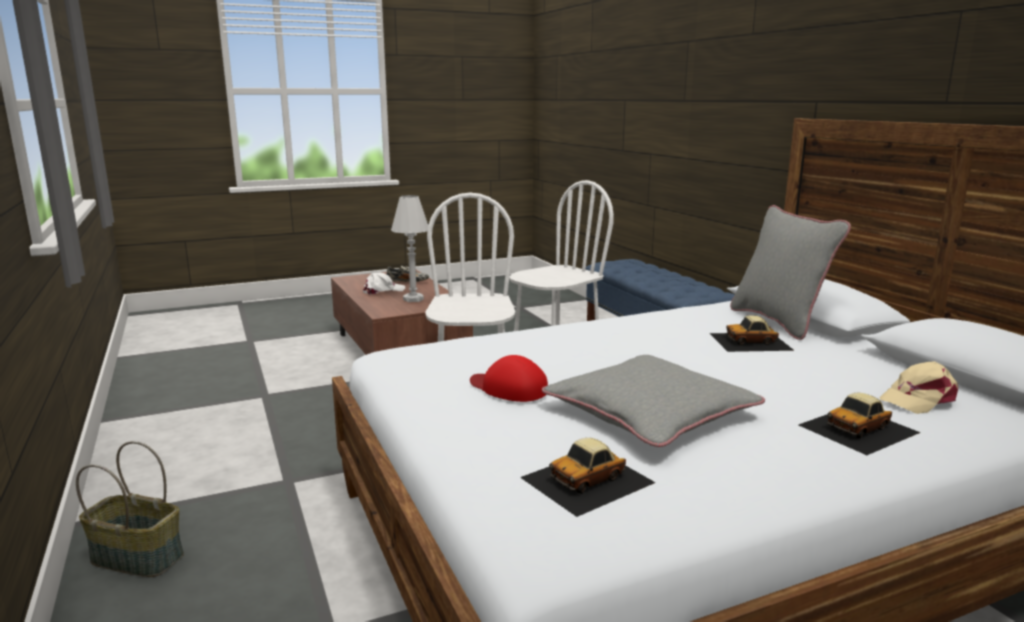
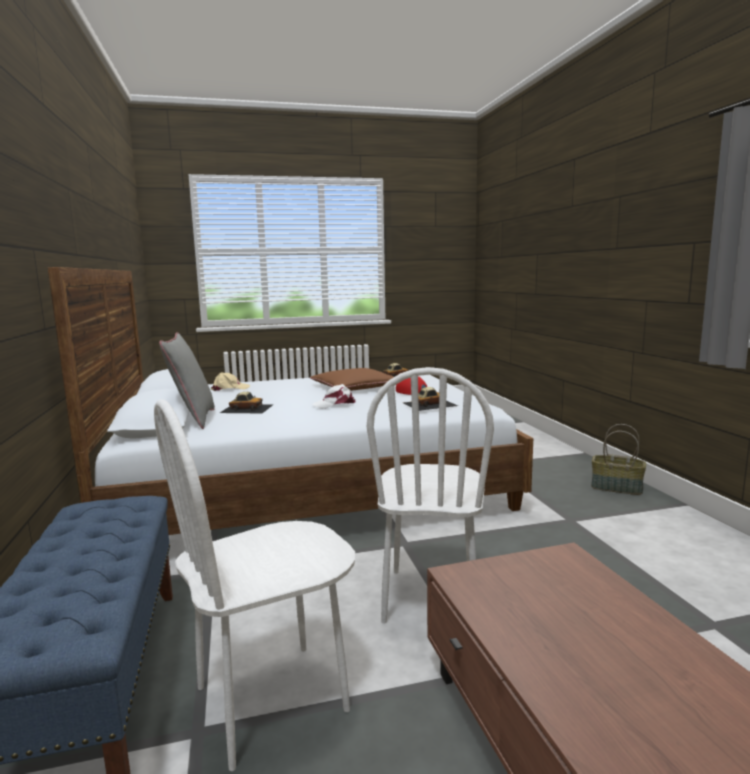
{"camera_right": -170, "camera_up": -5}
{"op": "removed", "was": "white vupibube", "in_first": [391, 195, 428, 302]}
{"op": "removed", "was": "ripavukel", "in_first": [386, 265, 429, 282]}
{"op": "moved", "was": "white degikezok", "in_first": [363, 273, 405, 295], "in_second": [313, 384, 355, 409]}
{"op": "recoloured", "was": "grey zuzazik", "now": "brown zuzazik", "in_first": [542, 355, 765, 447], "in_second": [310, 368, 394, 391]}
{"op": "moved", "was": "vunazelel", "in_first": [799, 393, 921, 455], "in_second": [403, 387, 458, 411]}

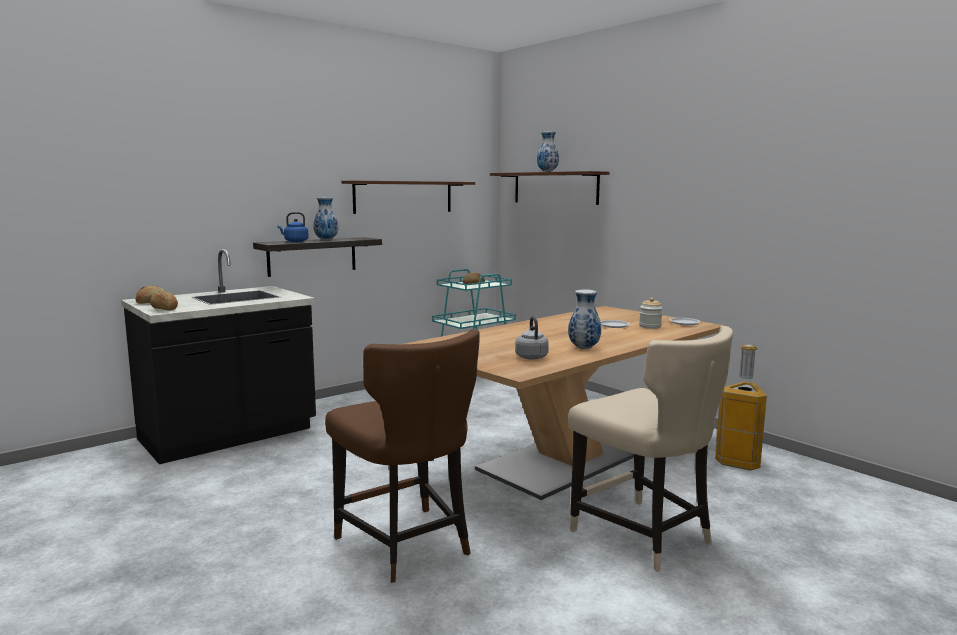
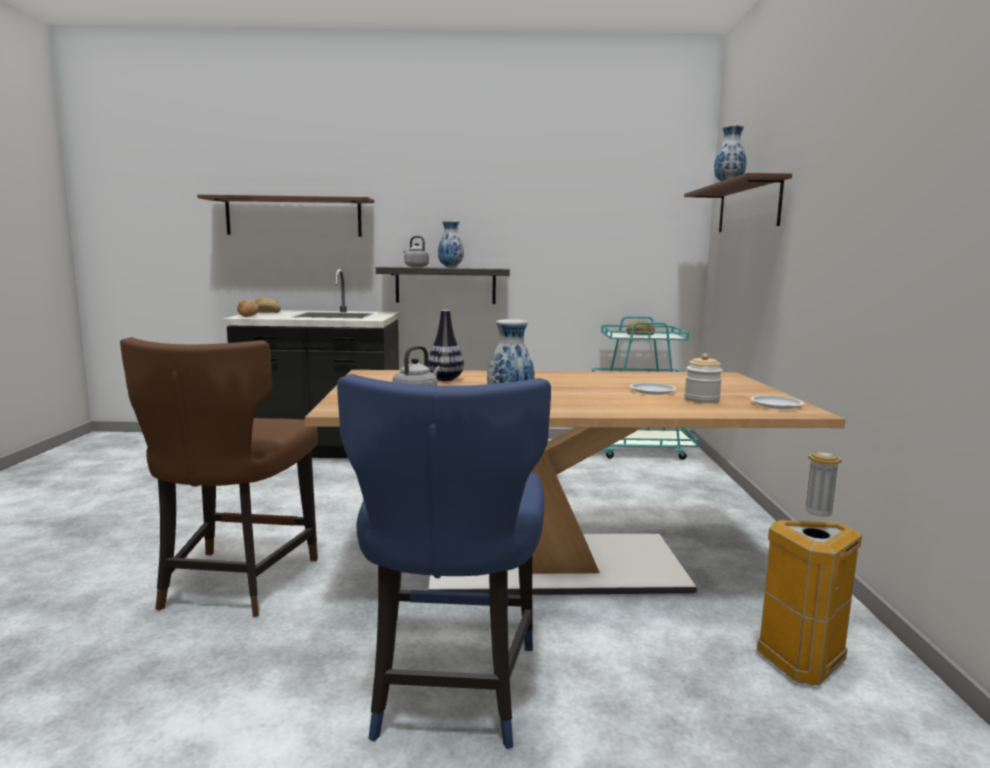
{"camera_right": 40, "camera_up": 0}
{"op": "moved", "was": "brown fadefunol", "in_first": [341, 181, 475, 214], "in_second": [197, 195, 374, 237]}
{"op": "recoloured", "was": "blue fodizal", "now": "grey fodizal", "in_first": [277, 212, 308, 242], "in_second": [403, 236, 429, 267]}
{"op": "recoloured", "was": "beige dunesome", "now": "blue dunesome", "in_first": [568, 326, 733, 572], "in_second": [337, 374, 551, 749]}
{"op": "added", "now": "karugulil", "in_second": [428, 310, 464, 381]}

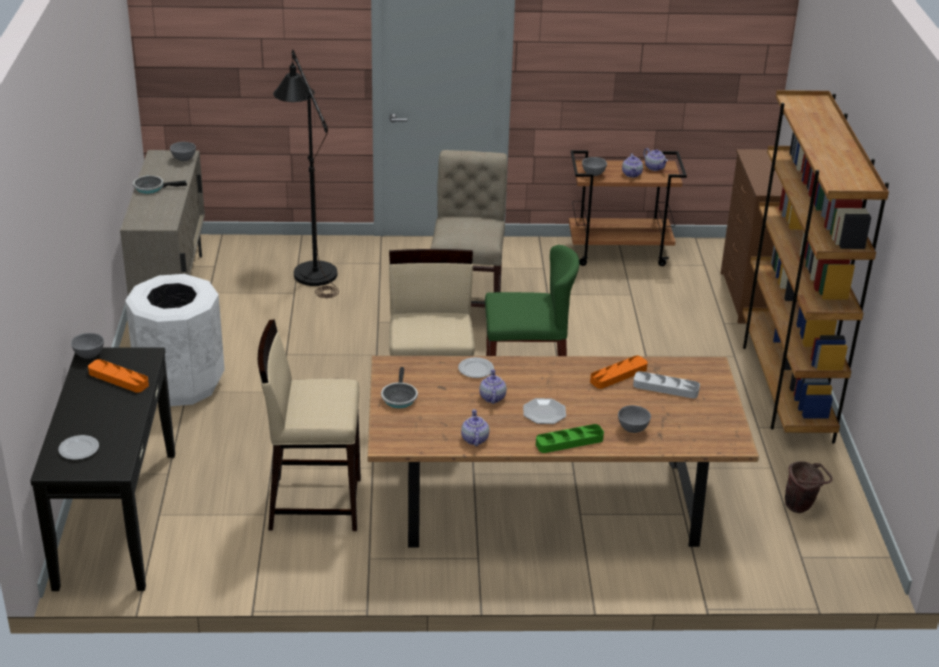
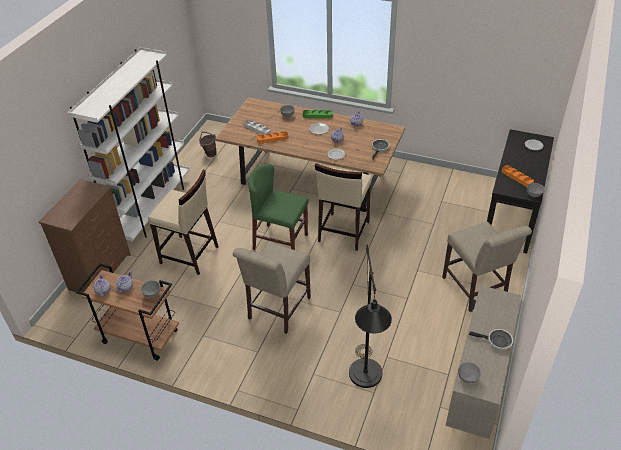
{"camera_right": -155, "camera_up": 10}
{"op": "recoloured", "was": "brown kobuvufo", "now": "white kobuvufo", "in_first": [742, 90, 889, 444], "in_second": [67, 47, 189, 241]}
{"op": "replaced", "was": "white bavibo", "now": "beige dunesome", "in_first": [125, 274, 225, 406], "in_second": [442, 221, 532, 312]}
{"op": "moved", "was": "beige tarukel", "in_first": [258, 319, 361, 531], "in_second": [148, 170, 219, 275]}

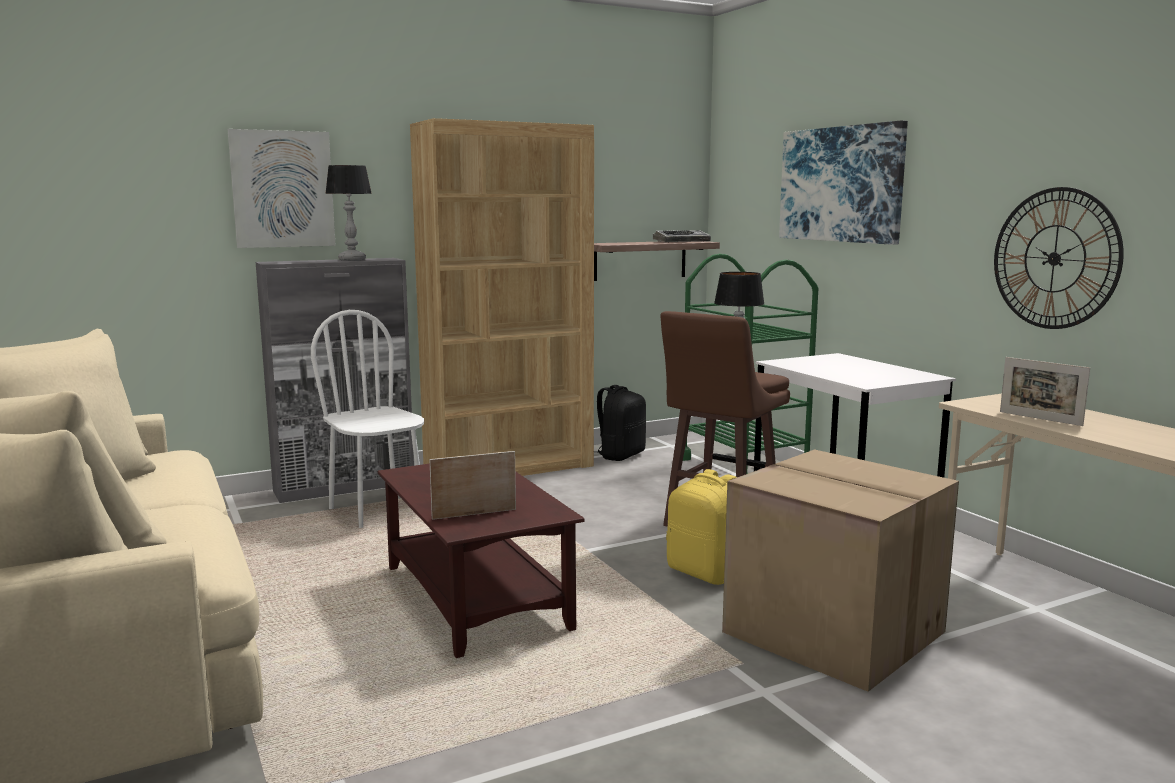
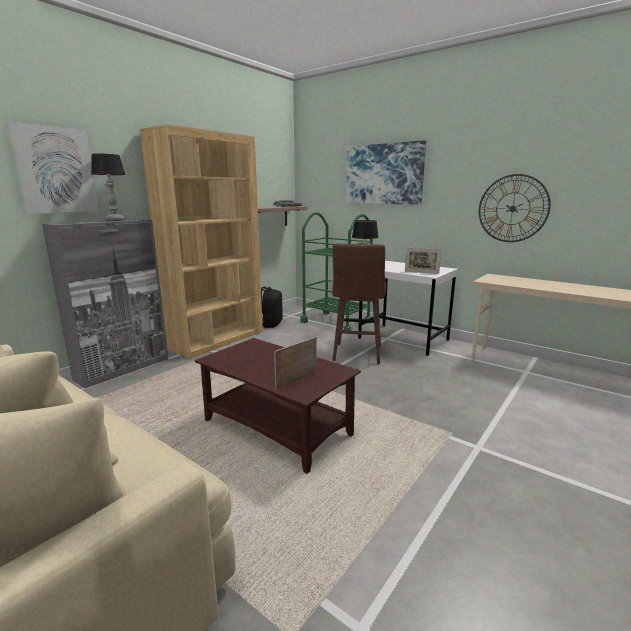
{"camera_right": -25, "camera_up": 5}
{"op": "removed", "was": "white dunesome", "in_first": [311, 310, 424, 528]}
{"op": "moved", "was": "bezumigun", "in_first": [1000, 357, 1090, 426], "in_second": [405, 248, 441, 274]}
{"op": "removed", "was": "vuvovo", "in_first": [722, 449, 959, 692]}
{"op": "removed", "was": "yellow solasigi", "in_first": [666, 469, 737, 585]}

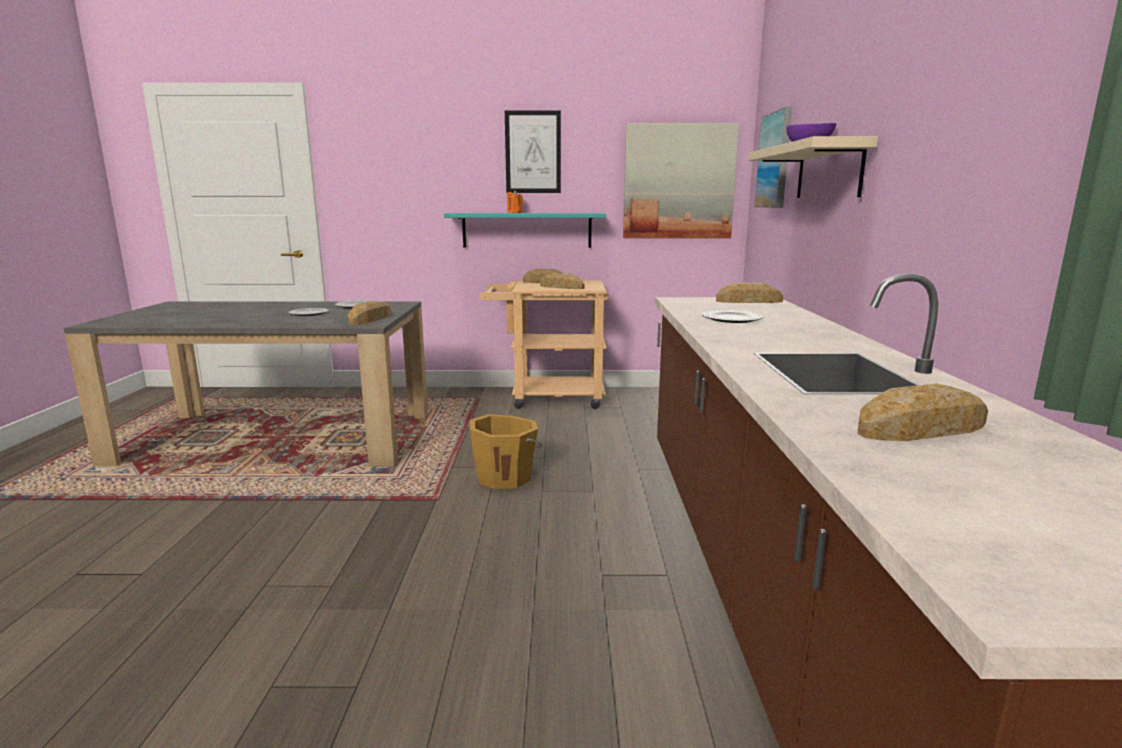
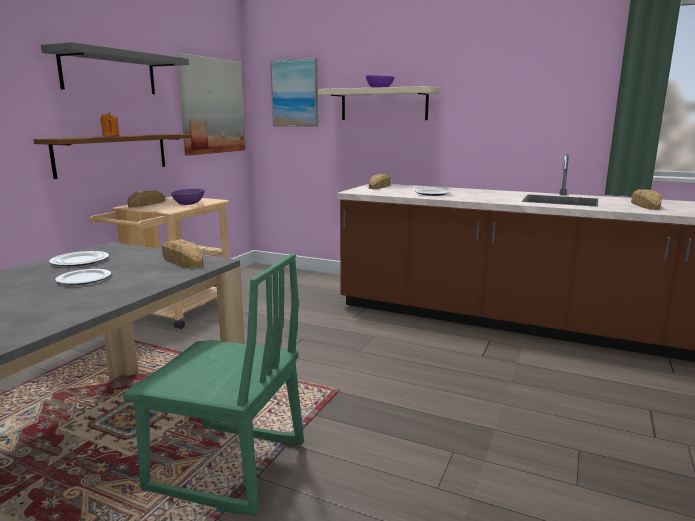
{"camera_right": -65, "camera_up": 0}
{"op": "replaced", "was": "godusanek", "now": "grey fadefunol", "in_first": [505, 110, 561, 193], "in_second": [41, 42, 189, 94]}
{"op": "recoloured", "was": "turquoise fadefunol", "now": "brown fadefunol", "in_first": [444, 213, 606, 248], "in_second": [33, 134, 192, 179]}
{"op": "replaced", "was": "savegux", "now": "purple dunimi", "in_first": [540, 273, 585, 289], "in_second": [171, 189, 205, 205]}
{"op": "removed", "was": "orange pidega", "in_first": [469, 414, 542, 489]}
{"op": "added", "now": "green dunesome", "in_second": [123, 253, 304, 516]}

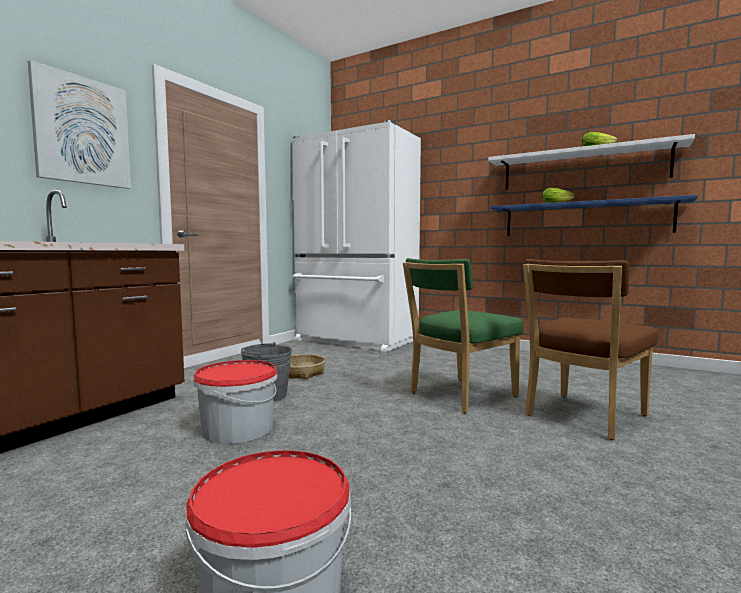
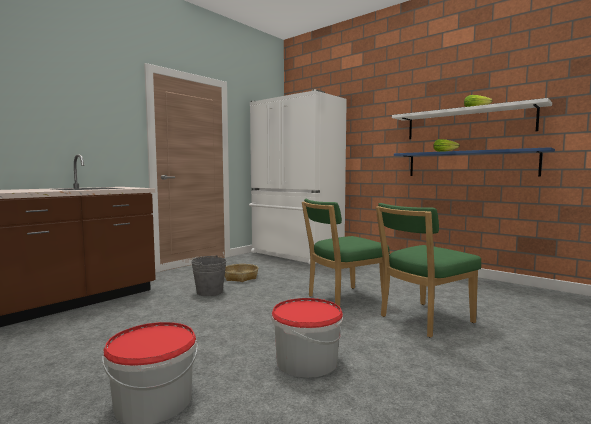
{"camera_right": 10, "camera_up": 0}
{"op": "removed", "was": "godusanek", "in_first": [28, 60, 131, 189]}
{"op": "recoloured", "was": "brown dunesome", "now": "green dunesome", "in_first": [523, 259, 658, 440], "in_second": [376, 203, 481, 338]}
{"op": "moved", "was": "pidega", "in_first": [193, 360, 277, 444], "in_second": [271, 298, 343, 378]}

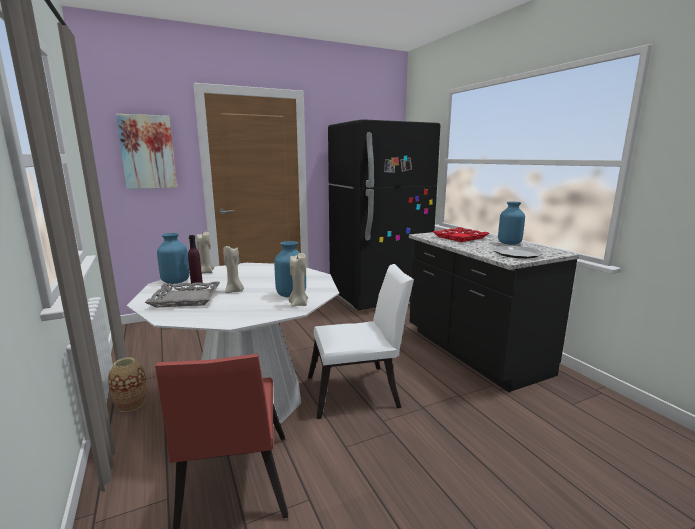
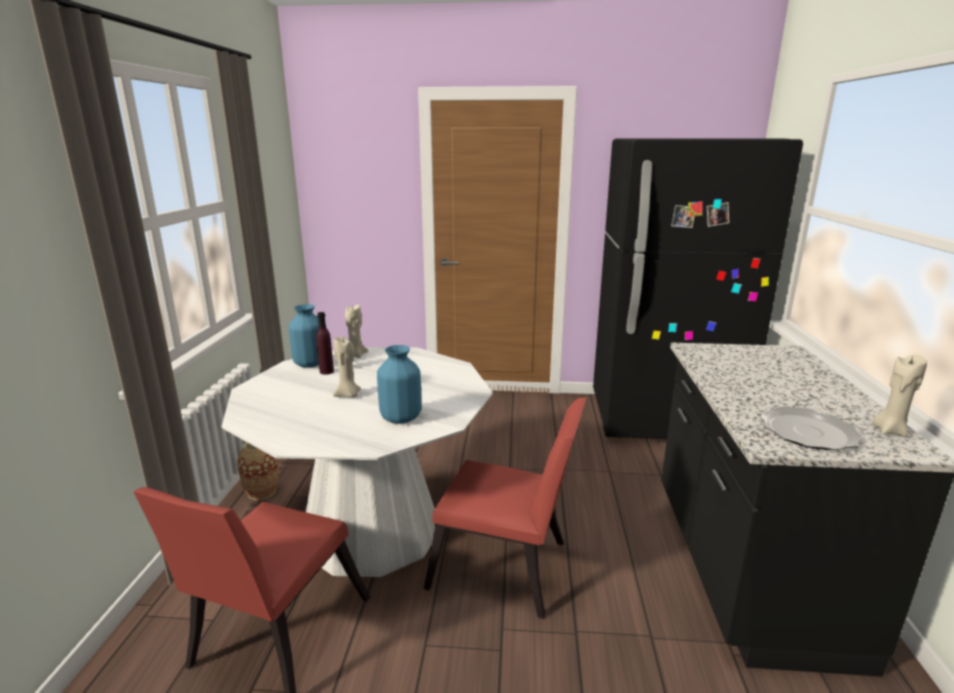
{"camera_right": 30, "camera_up": 5}
{"op": "removed", "was": "godusanek", "in_first": [116, 114, 177, 189]}
{"op": "removed", "was": "blue karugulil", "in_first": [498, 202, 525, 245]}
{"op": "removed", "was": "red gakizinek", "in_first": [433, 227, 489, 242]}
{"op": "moved", "was": "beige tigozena", "in_first": [289, 253, 308, 307], "in_second": [872, 354, 927, 437]}
{"op": "recoloured", "was": "white dunesome", "now": "red dunesome", "in_first": [308, 264, 414, 419], "in_second": [424, 397, 586, 619]}
{"op": "removed", "was": "grey gakizinek", "in_first": [144, 282, 220, 307]}

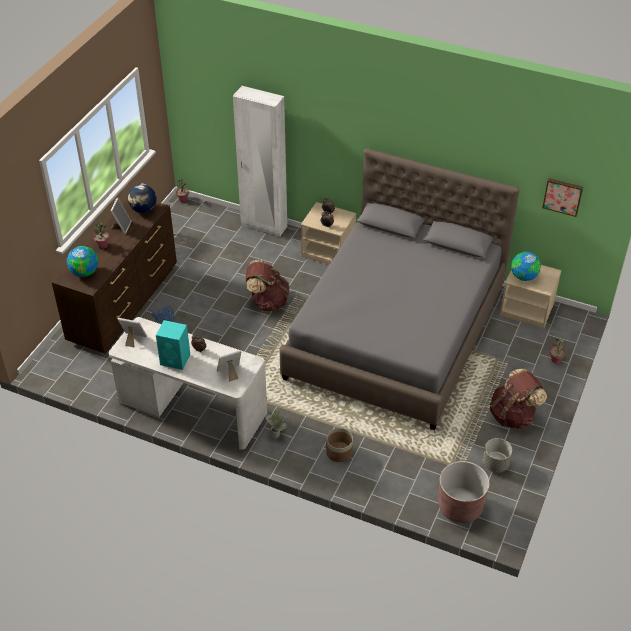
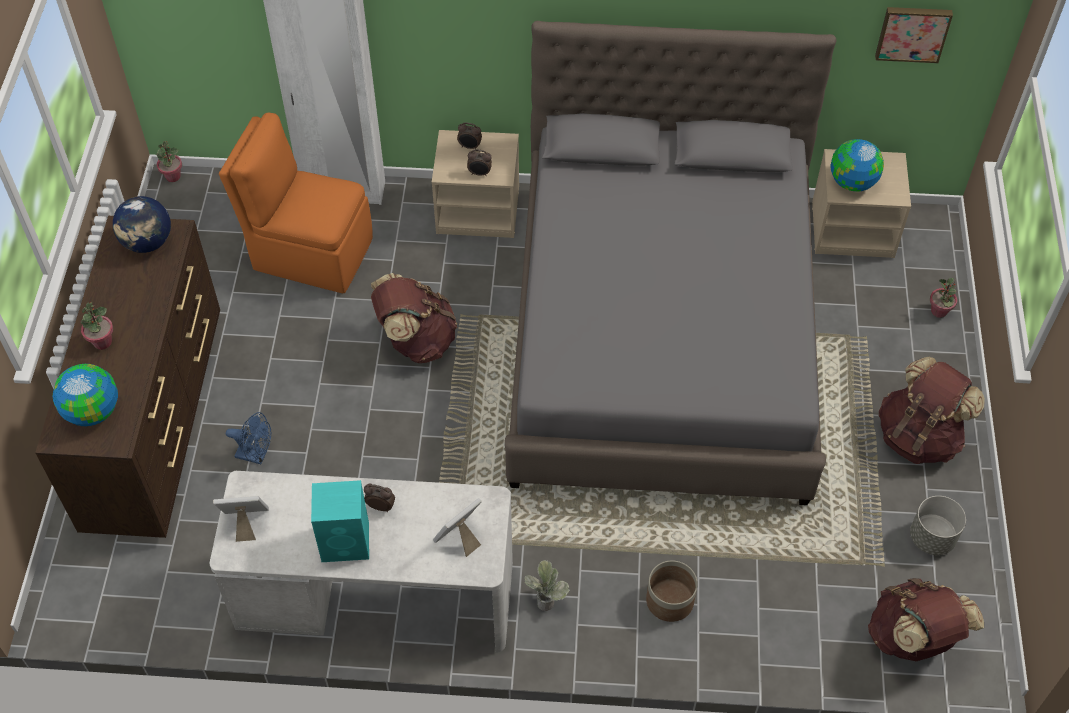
{"camera_right": -20, "camera_up": 10}
{"op": "removed", "was": "bezumigun", "in_first": [110, 198, 132, 234]}
{"op": "replaced", "was": "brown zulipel", "now": "brown solasigi", "in_first": [438, 461, 490, 523], "in_second": [868, 578, 984, 661]}
{"op": "added", "now": "orange dunesome", "in_second": [219, 112, 373, 293]}

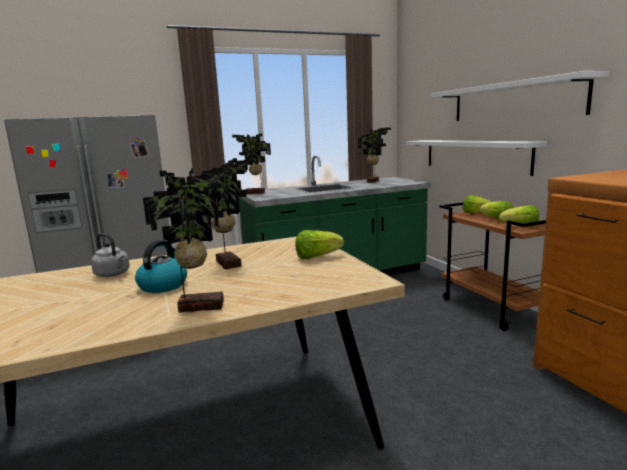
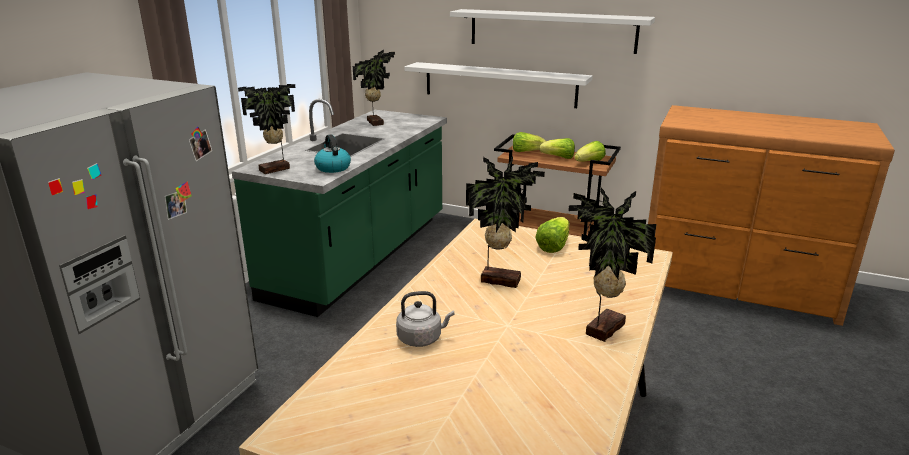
{"camera_right": -45, "camera_up": 10}
{"op": "moved", "was": "fodizal", "in_first": [135, 240, 187, 293], "in_second": [314, 134, 351, 173]}

